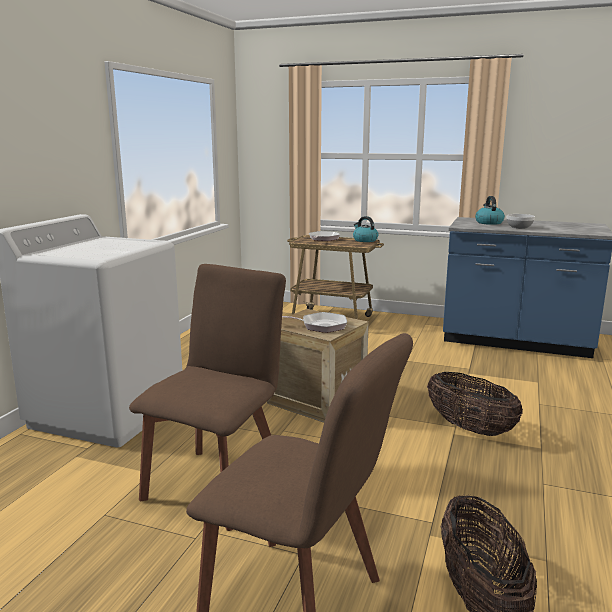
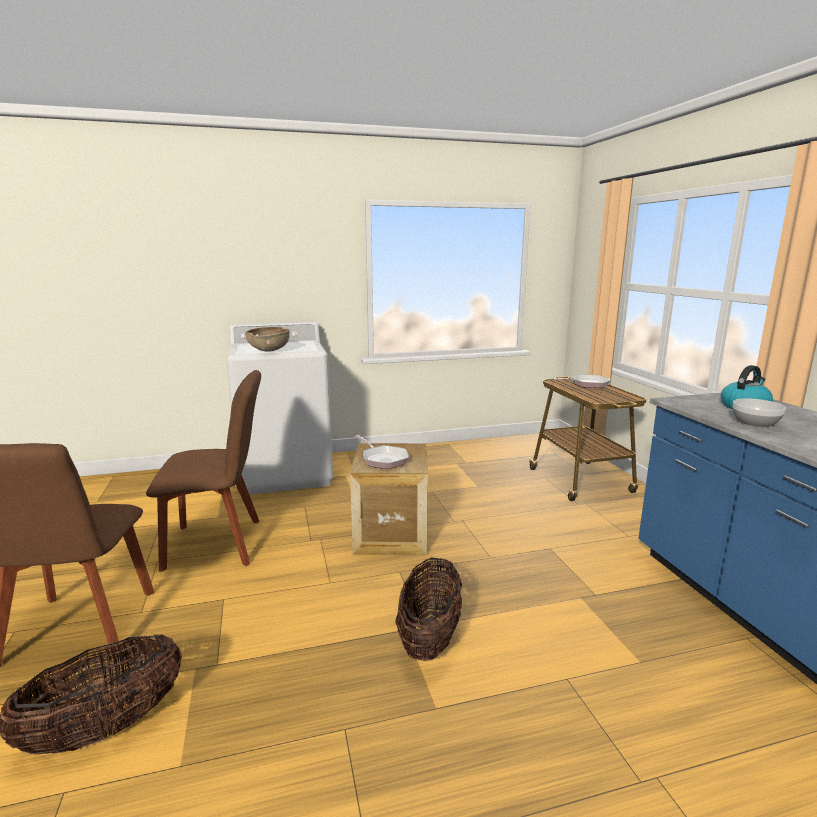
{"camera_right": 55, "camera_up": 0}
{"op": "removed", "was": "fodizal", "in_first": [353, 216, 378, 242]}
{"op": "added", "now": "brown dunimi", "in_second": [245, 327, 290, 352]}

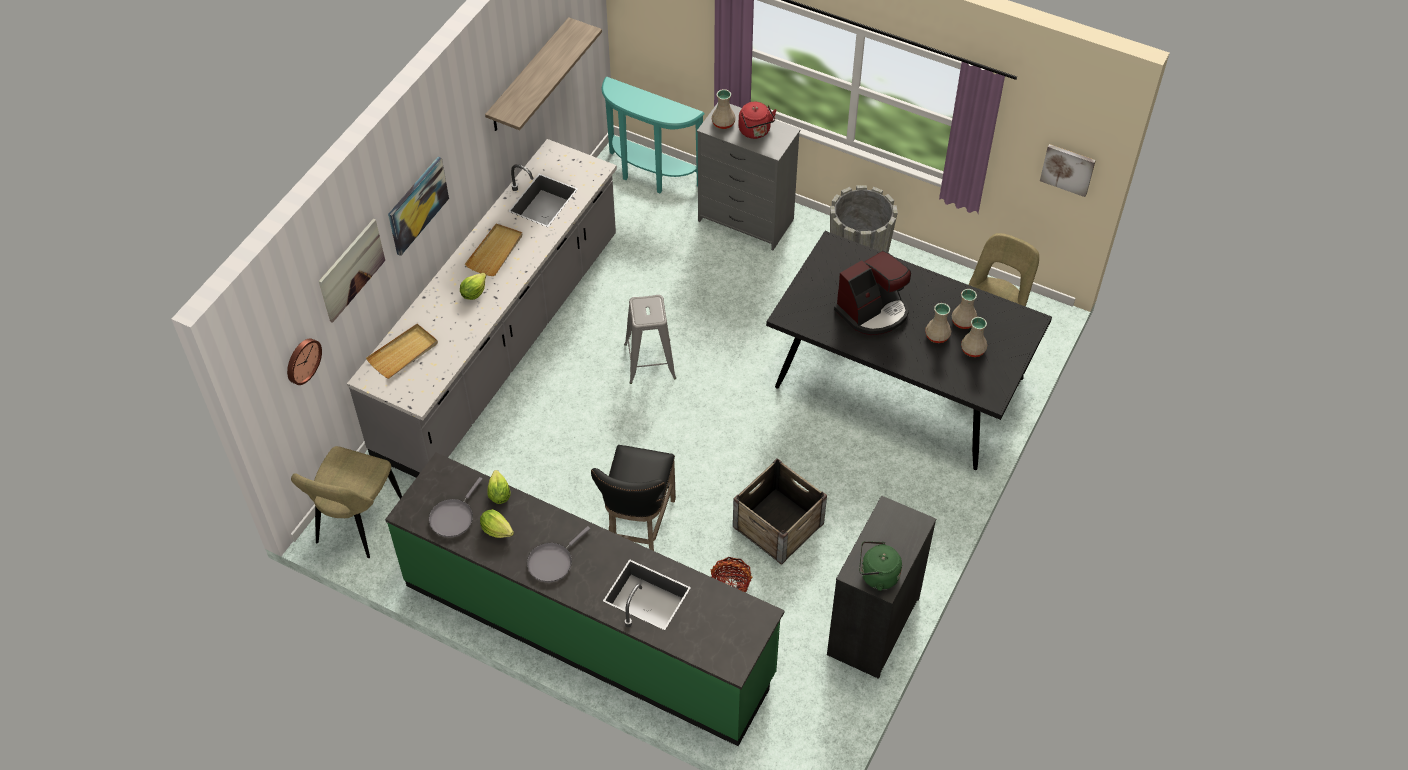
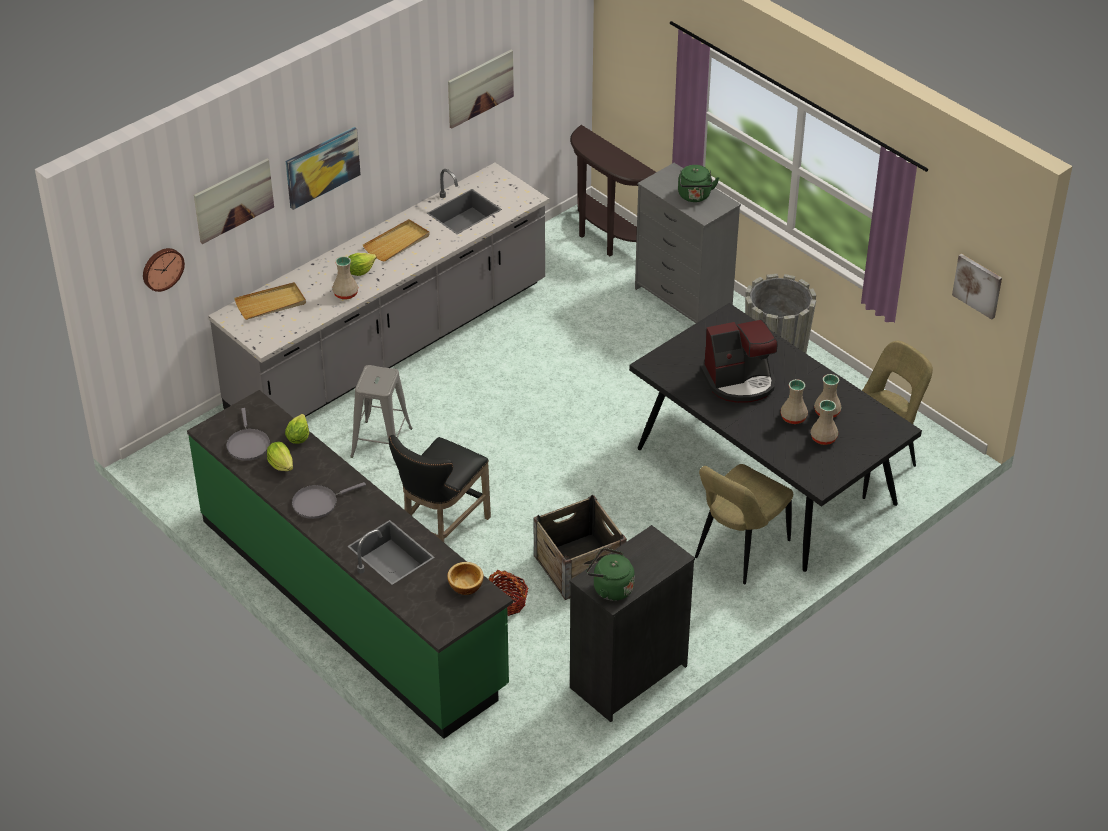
{"camera_right": 20, "camera_up": -10}
{"op": "replaced", "was": "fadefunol", "now": "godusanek", "in_first": [485, 17, 602, 131], "in_second": [448, 50, 514, 129]}
{"op": "recoloured", "was": "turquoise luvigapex", "now": "brown luvigapex", "in_first": [602, 77, 705, 193], "in_second": [570, 125, 656, 256]}
{"op": "moved", "was": "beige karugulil", "in_first": [712, 89, 736, 129], "in_second": [332, 256, 358, 300]}
{"op": "recoloured", "was": "red fodizal", "now": "green fodizal", "in_first": [739, 102, 776, 139], "in_second": [678, 165, 719, 202]}
{"op": "moved", "was": "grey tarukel", "in_first": [624, 295, 676, 384], "in_second": [350, 365, 412, 458]}
{"op": "moved", "was": "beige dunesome", "in_first": [291, 446, 402, 558], "in_second": [695, 464, 793, 584]}
{"op": "turned", "was": "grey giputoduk", "in_first": [429, 477, 483, 537], "in_second": [226, 408, 270, 461], "clockwise": -60}
{"op": "added", "now": "dunimi", "in_second": [447, 562, 483, 595]}

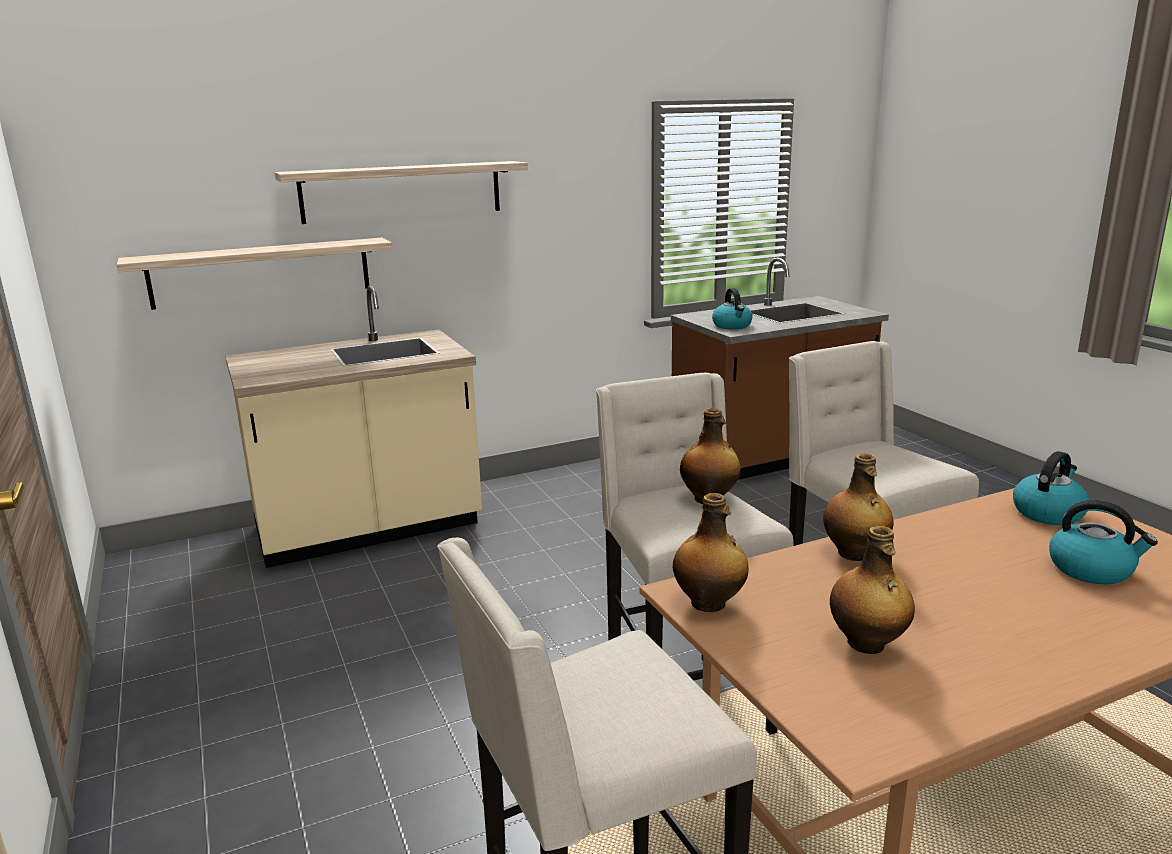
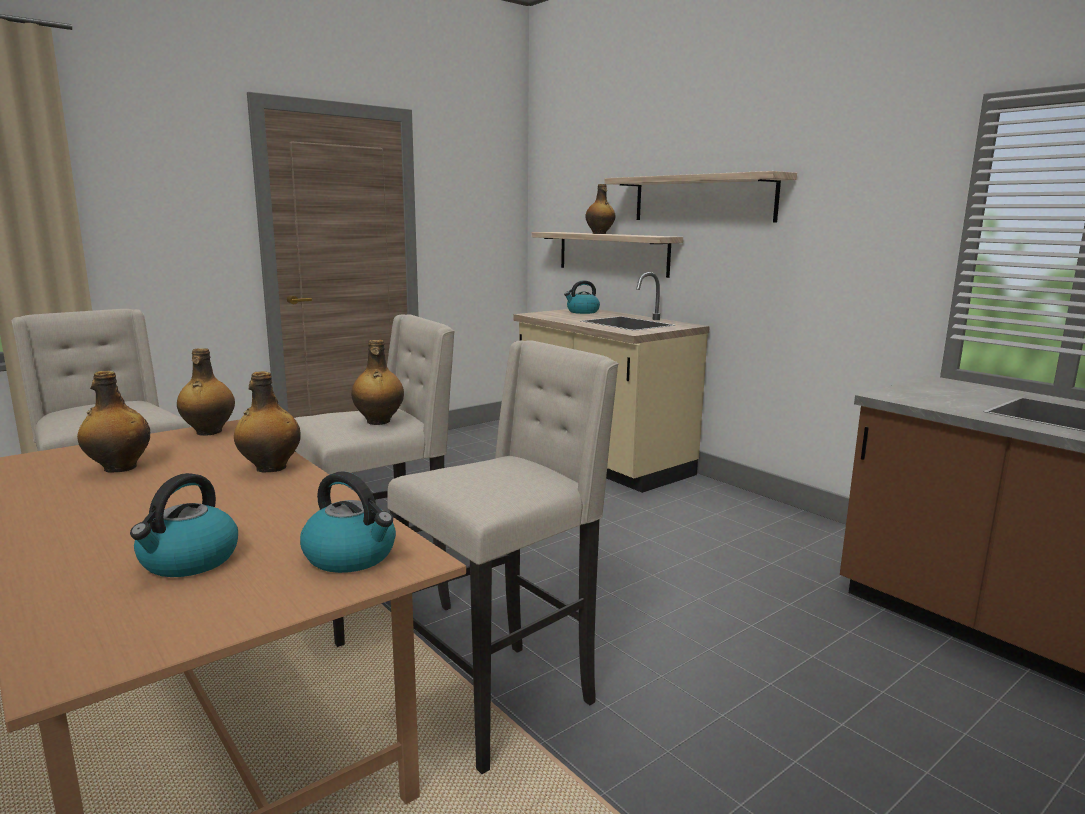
{"camera_right": 75, "camera_up": -5}
{"op": "moved", "was": "fodizal", "in_first": [712, 288, 753, 329], "in_second": [564, 280, 600, 314]}
{"op": "added", "now": "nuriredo", "in_second": [585, 184, 615, 234]}

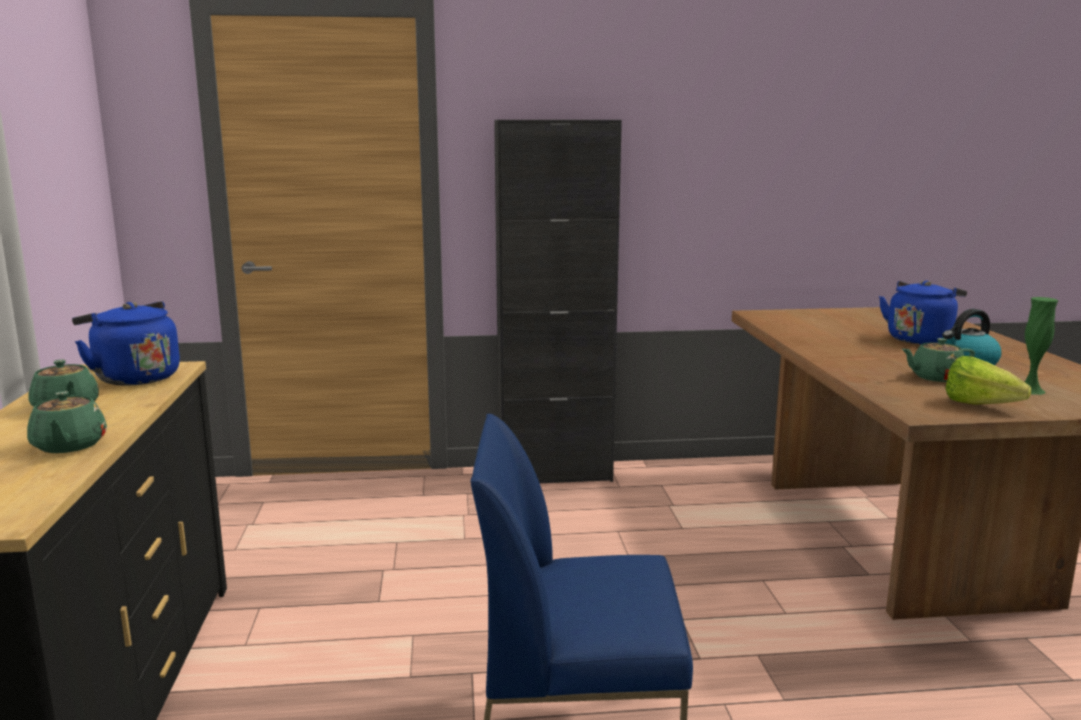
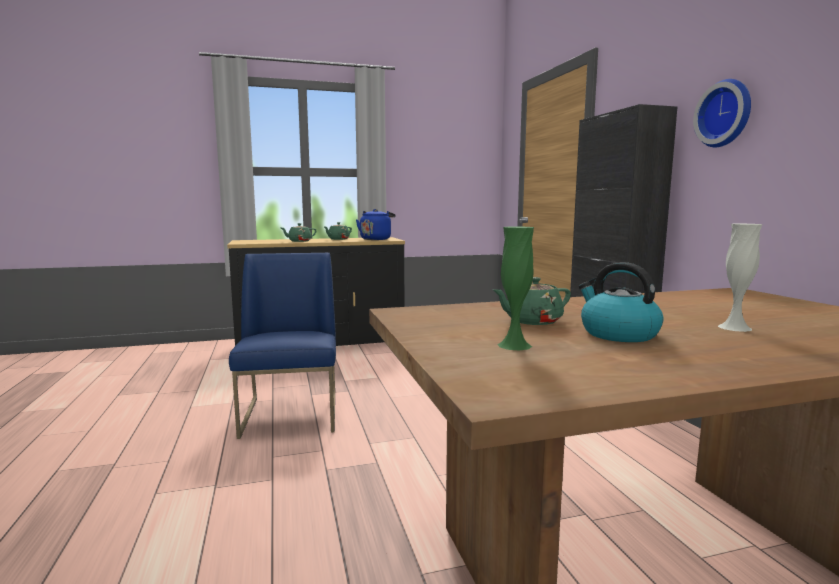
{"camera_right": 80, "camera_up": -5}
{"op": "replaced", "was": "blue fodizal", "now": "white karugulil", "in_first": [879, 280, 967, 344], "in_second": [718, 224, 763, 332]}
{"op": "turned", "was": "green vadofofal", "in_first": [901, 338, 975, 382], "in_second": [493, 277, 571, 325], "clockwise": -90}
{"op": "removed", "was": "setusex", "in_first": [946, 356, 1031, 405]}
{"op": "added", "now": "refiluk", "in_second": [693, 79, 751, 147]}

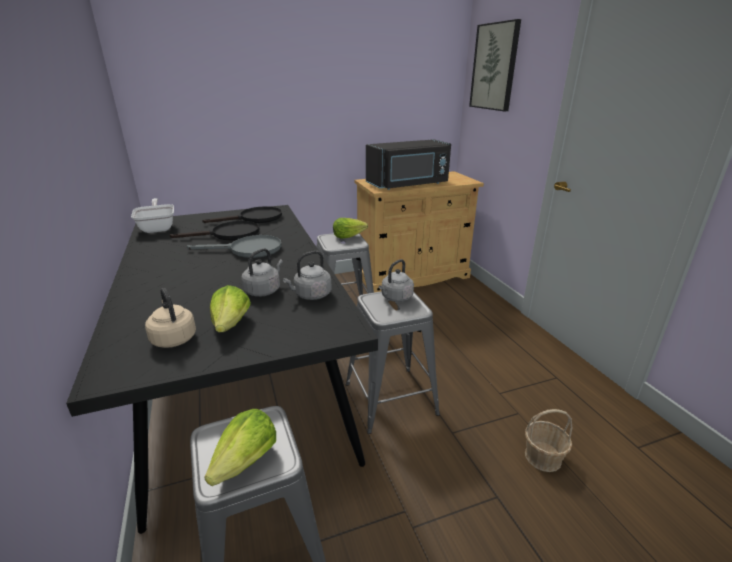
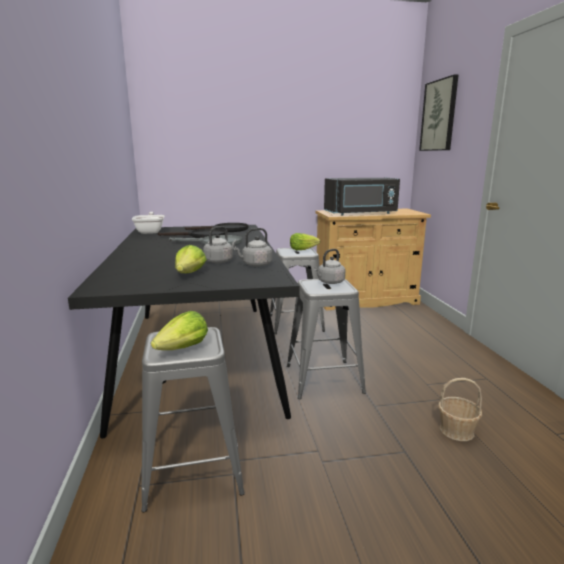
{"camera_right": 10, "camera_up": -10}
{"op": "removed", "was": "beige fodizal", "in_first": [145, 288, 196, 348]}

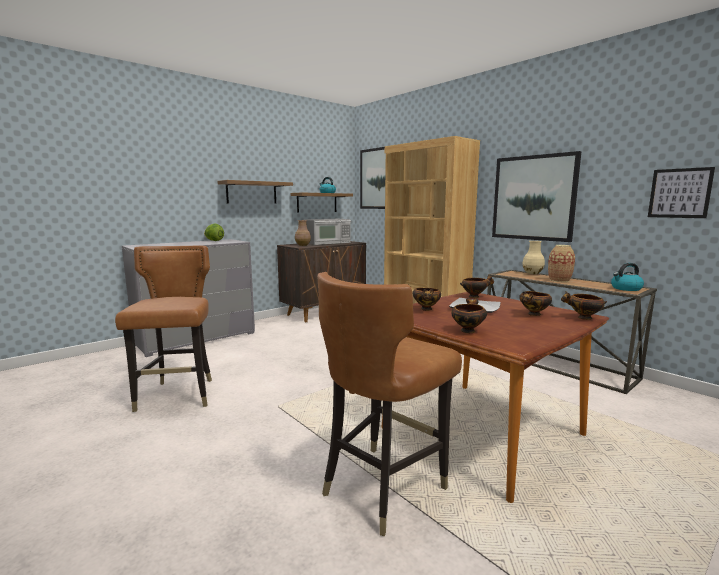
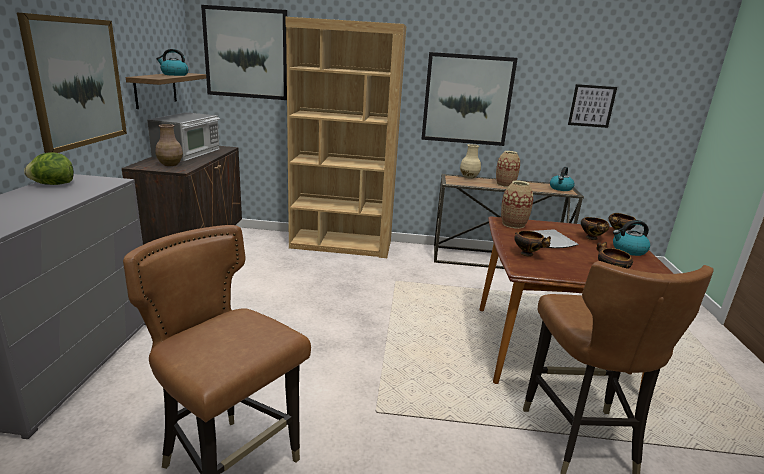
{"camera_right": -45, "camera_up": 10}
{"op": "replaced", "was": "fadefunol", "now": "godusanek", "in_first": [217, 180, 293, 203], "in_second": [17, 13, 127, 153]}
{"op": "replaced", "was": "dunimi", "now": "karugulil", "in_first": [460, 275, 494, 298], "in_second": [501, 181, 533, 229]}
{"op": "added", "now": "fodizal", "in_second": [613, 220, 650, 256]}

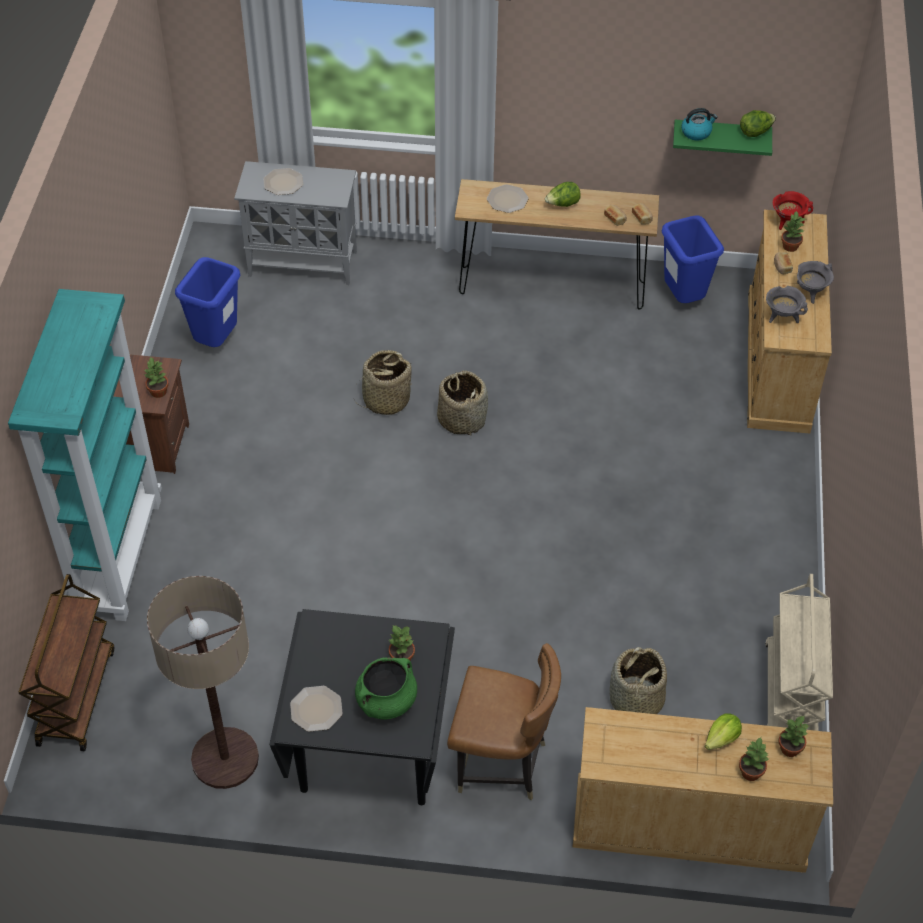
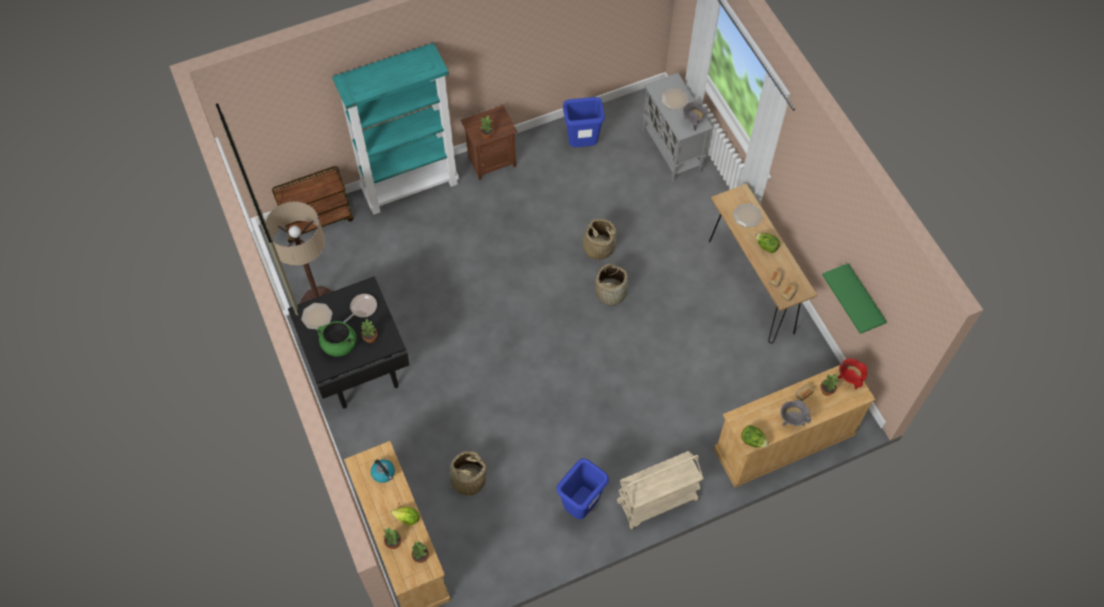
{"camera_right": 60, "camera_up": 10}
{"op": "moved", "was": "fodizal", "in_first": [681, 108, 718, 140], "in_second": [371, 459, 395, 483]}
{"op": "moved", "was": "setusex", "in_first": [740, 110, 776, 137], "in_second": [741, 425, 769, 448]}
{"op": "moved", "was": "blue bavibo", "in_first": [662, 215, 724, 303], "in_second": [556, 458, 609, 519]}
{"op": "moved", "was": "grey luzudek", "in_first": [766, 286, 808, 323], "in_second": [683, 102, 708, 131]}
{"op": "moved", "was": "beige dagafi", "in_first": [765, 574, 833, 731], "in_second": [616, 451, 704, 529]}
{"op": "removed", "was": "brown dunesome", "in_first": [447, 643, 561, 800]}
{"op": "added", "now": "giputoduk", "in_second": [343, 294, 377, 323]}

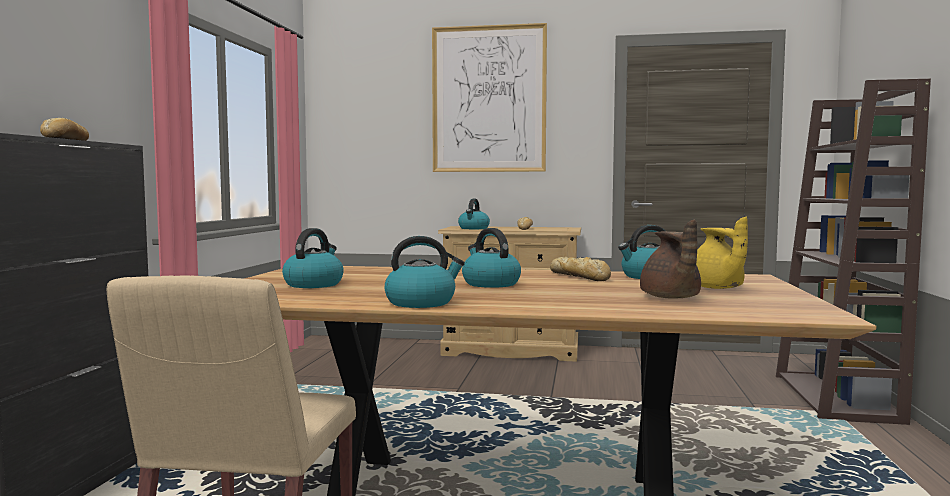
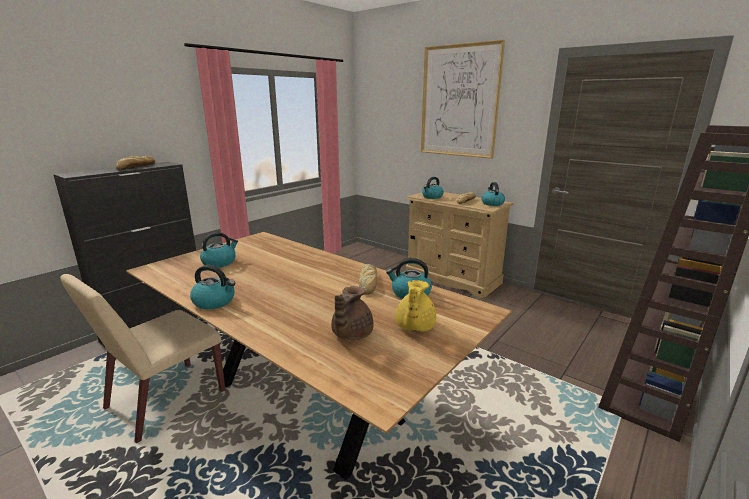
{"camera_right": 30, "camera_up": 15}
{"op": "moved", "was": "fodizal", "in_first": [462, 228, 521, 288], "in_second": [481, 182, 505, 206]}

